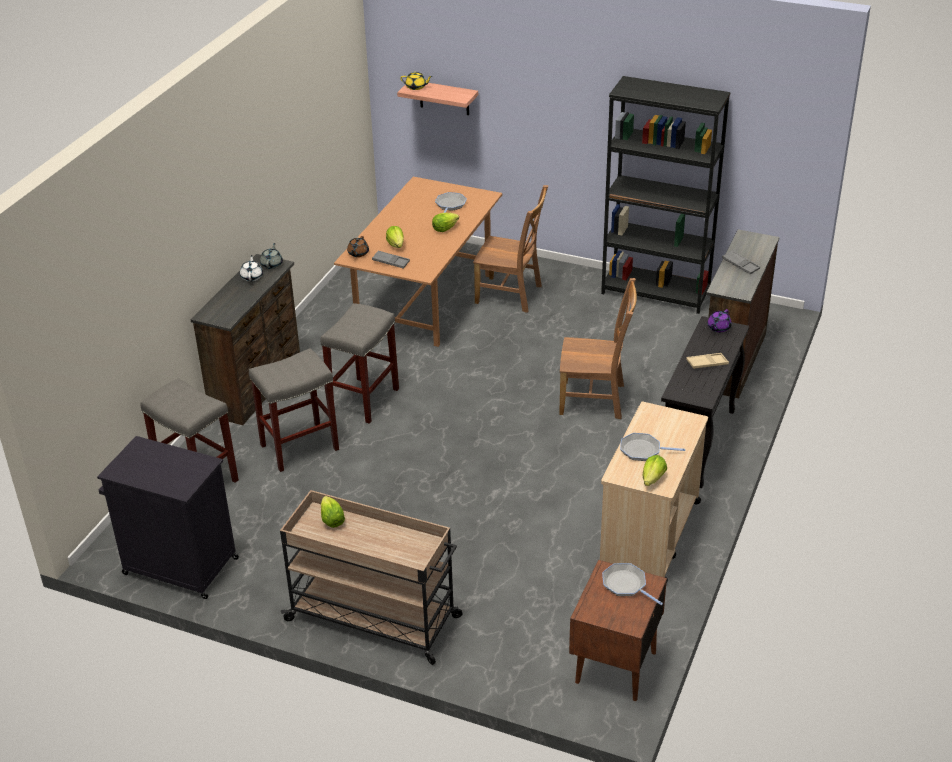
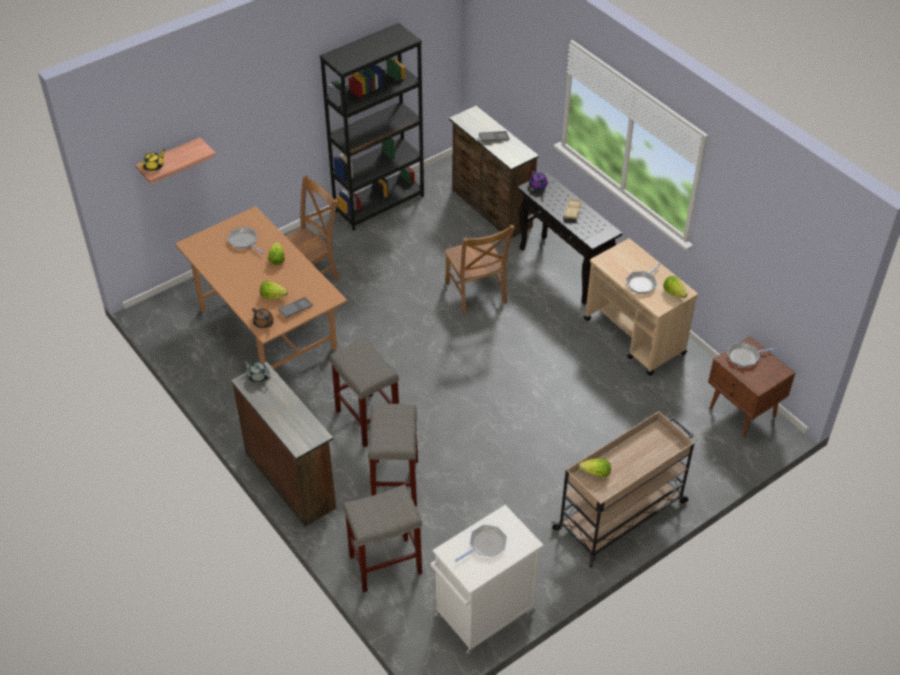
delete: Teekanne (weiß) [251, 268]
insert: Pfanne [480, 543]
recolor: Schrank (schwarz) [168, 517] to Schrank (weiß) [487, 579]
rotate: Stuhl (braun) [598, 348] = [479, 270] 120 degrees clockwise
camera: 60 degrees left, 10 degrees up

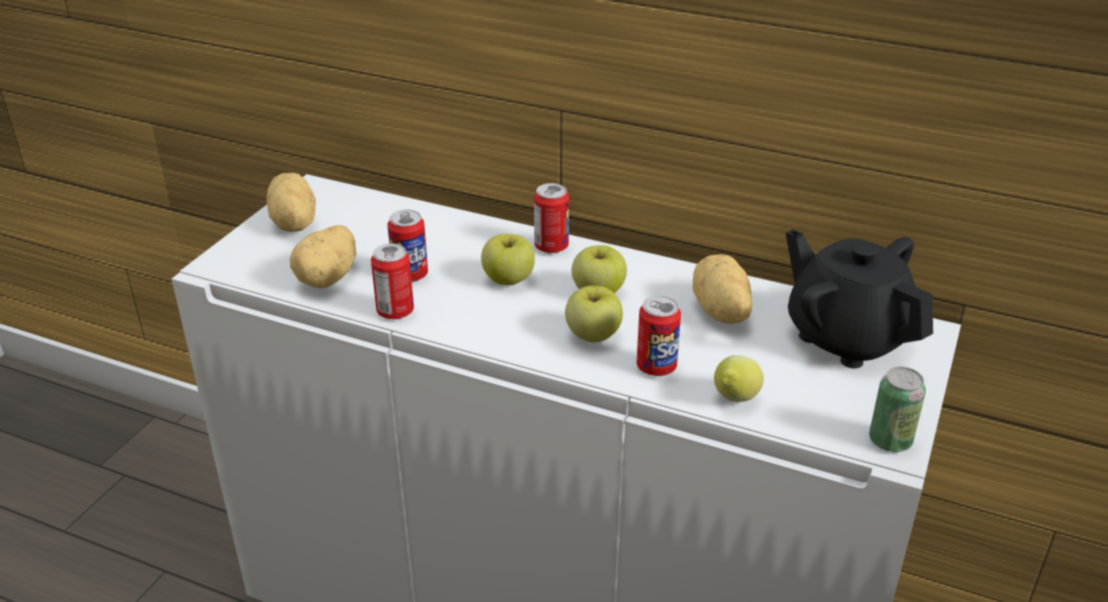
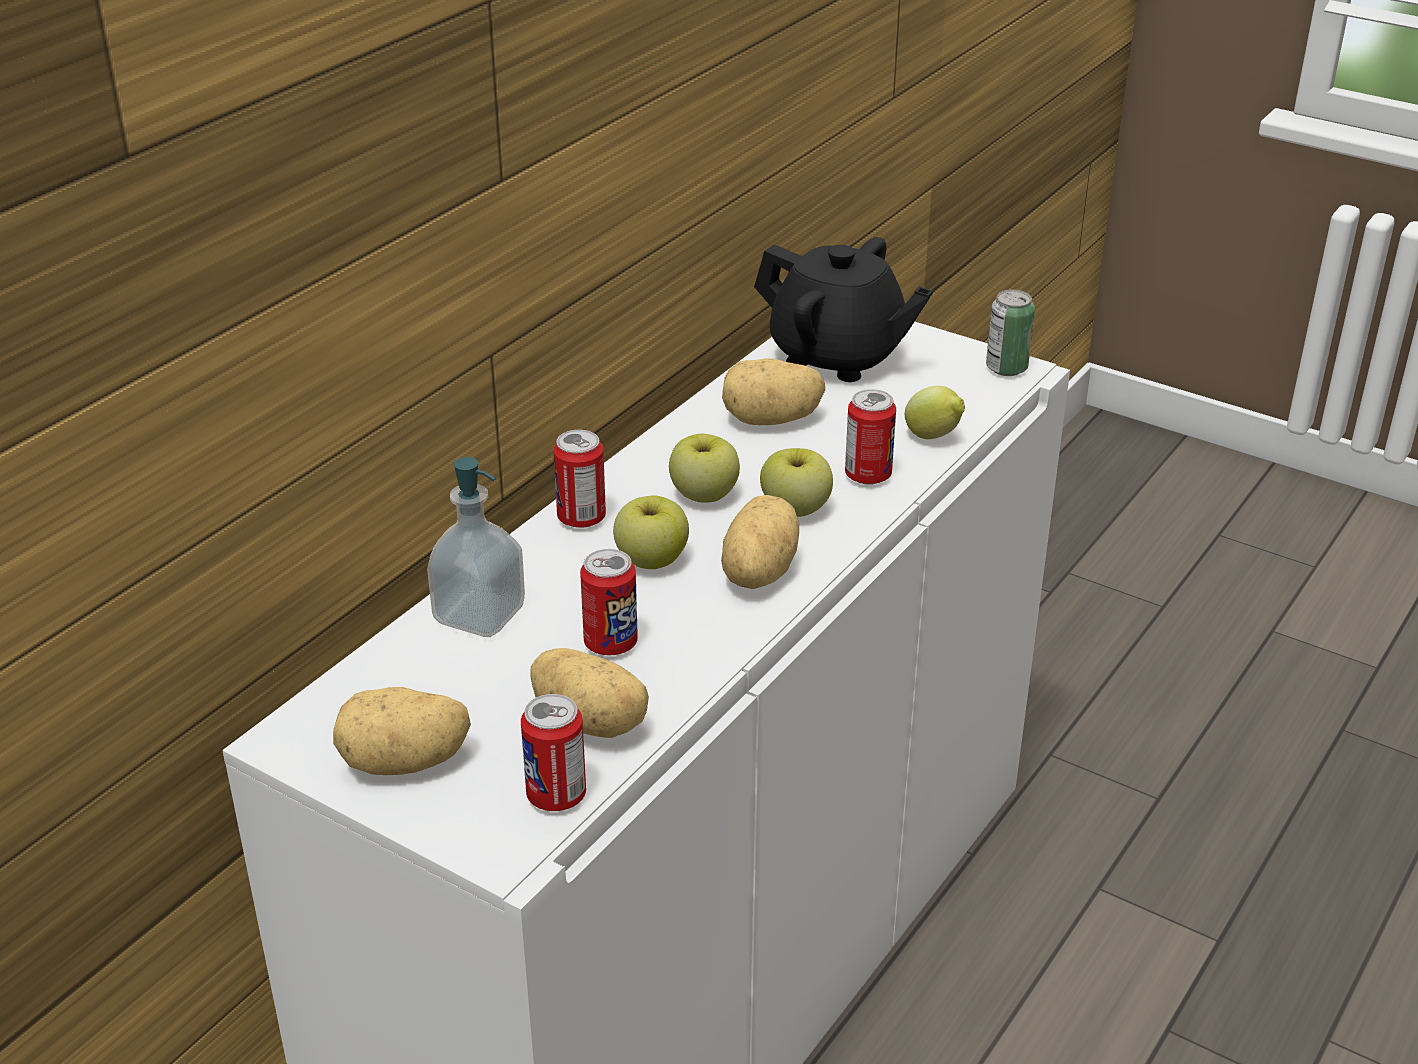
insert: Seifenspender [476, 547]; Kartoffel [760, 542]
move: Dose [392, 281] to [553, 752]
rotate: Teekanne (schwarz) [859, 298] = [843, 309] 120 degrees counterclockwise
camera: 80 degrees left, 0 degrees up

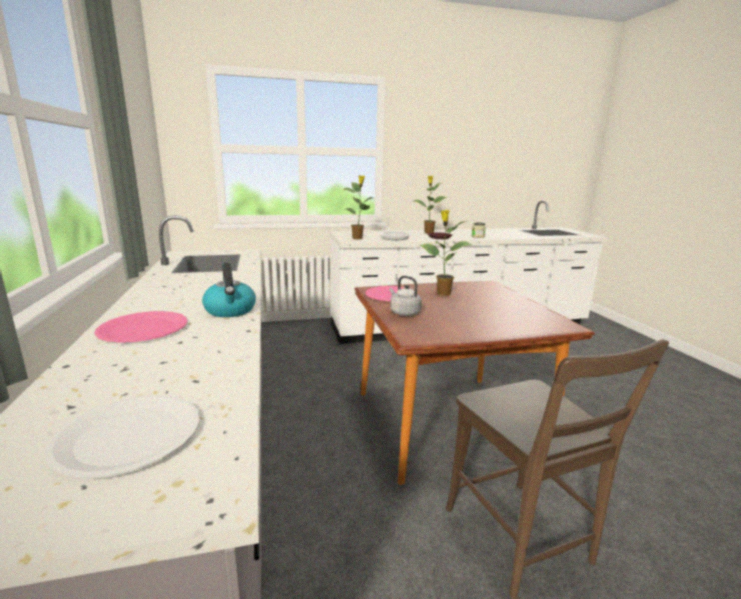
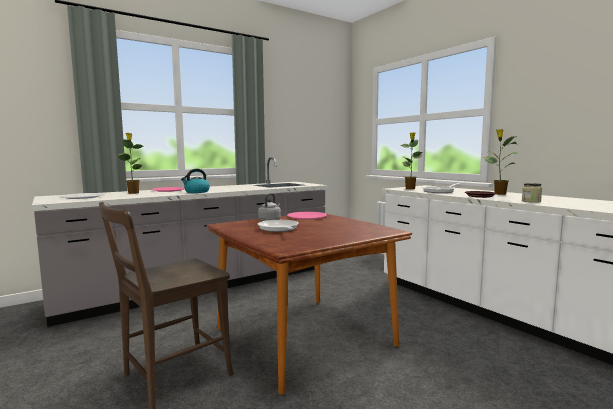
insert: Pfanne [278, 226]
move: Topfpflanze [446, 253] to [131, 163]
camera: 70 degrees right, 10 degrees down

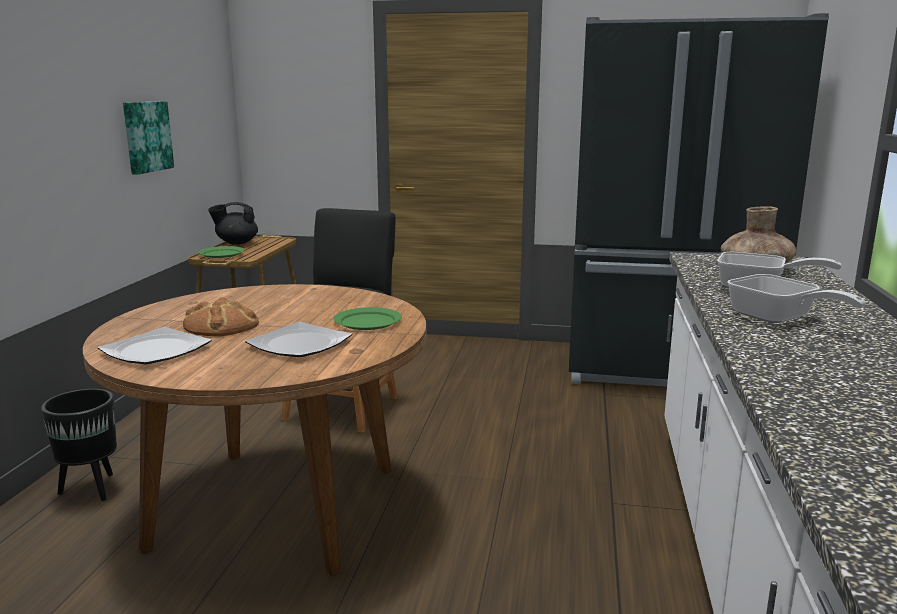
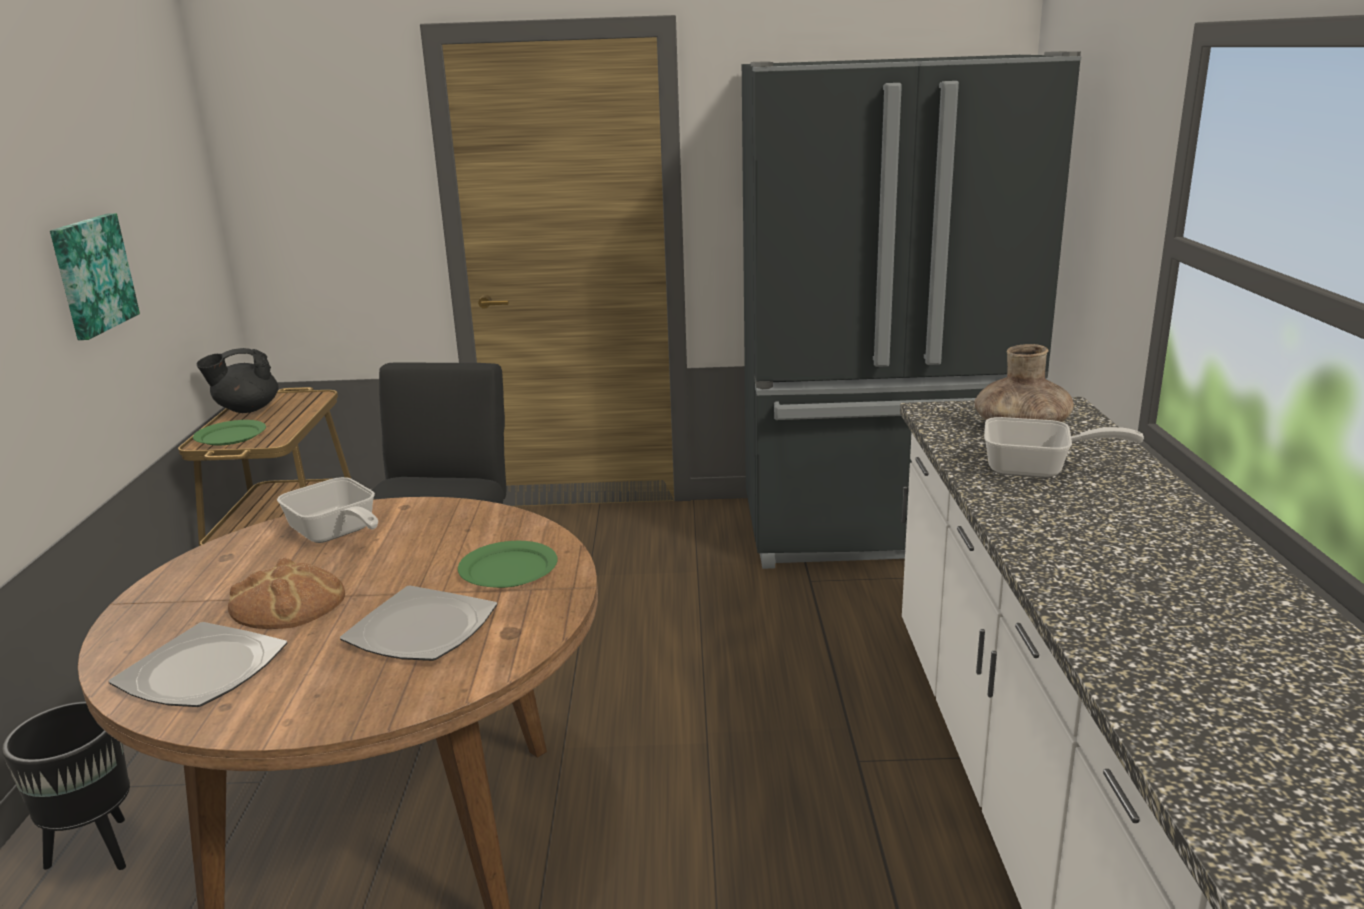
move: Pfanne [796, 298] to [327, 510]
camera: 10 degrees left, 5 degrees up

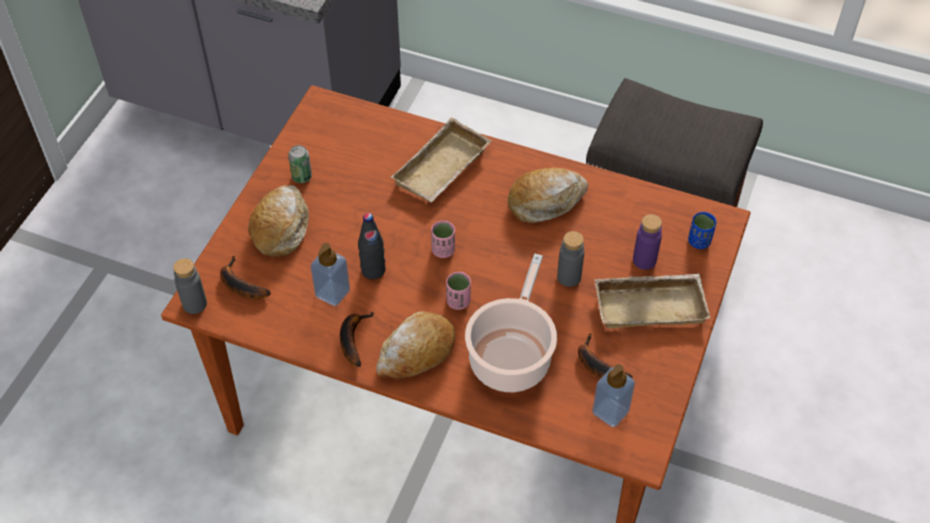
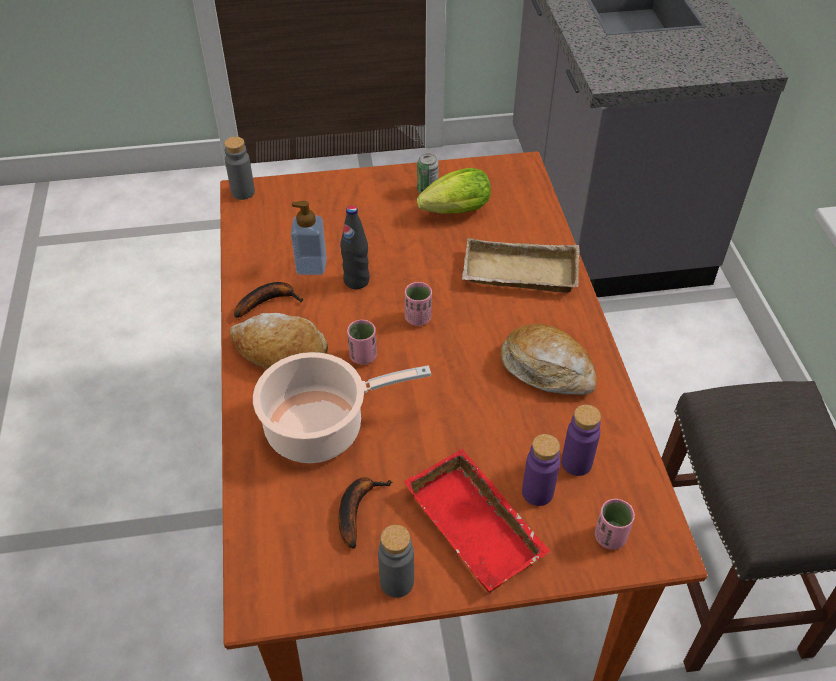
delete: Banane [245, 277]; Brot [278, 221]; Seifenspender [613, 395]
insert: Salatkopf [454, 191]; Flasche (lila) [581, 440]
move: Flasche (grau) [570, 259] to [396, 561]
recolor: Tablett (beige) [652, 301] to Tablett (rot) [477, 521]; Tasse (blau) [702, 230] to Tasse (rosa) [615, 524]
camera: 60 degrees right, 5 degrees down

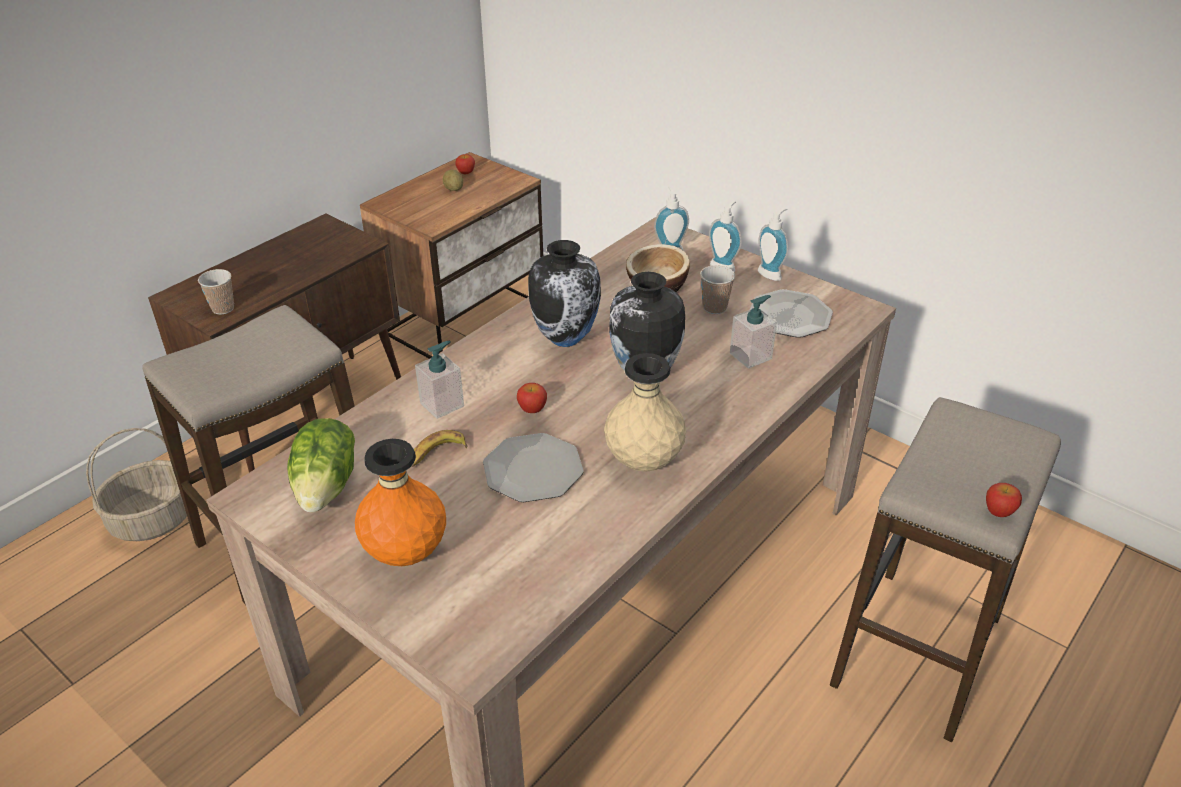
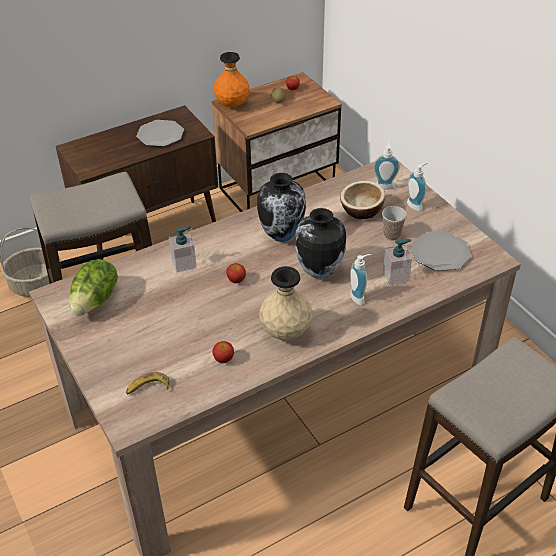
delete: Tasse [216, 292]
move: Banane [439, 448] to [148, 383]; Teller [533, 467] to [160, 133]; Vase (orange) [400, 502] to [231, 79]; Apfel [1004, 500] to [223, 352]; Seifenspender [773, 244] to [360, 279]
camera: 20 degrees right, 5 degrees up

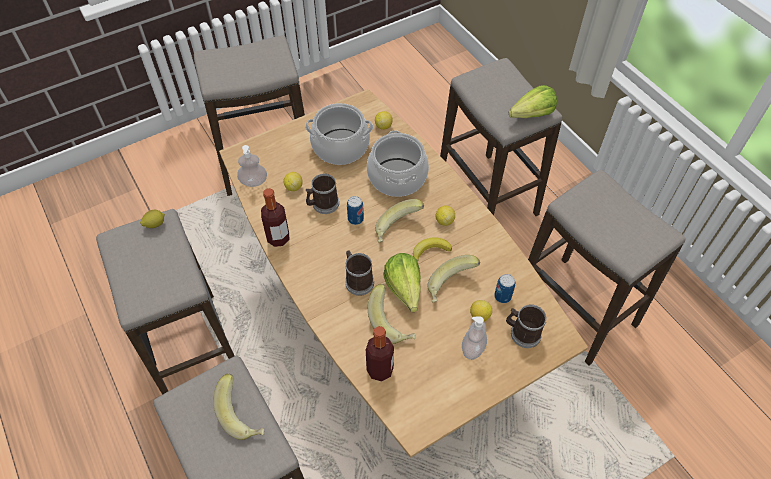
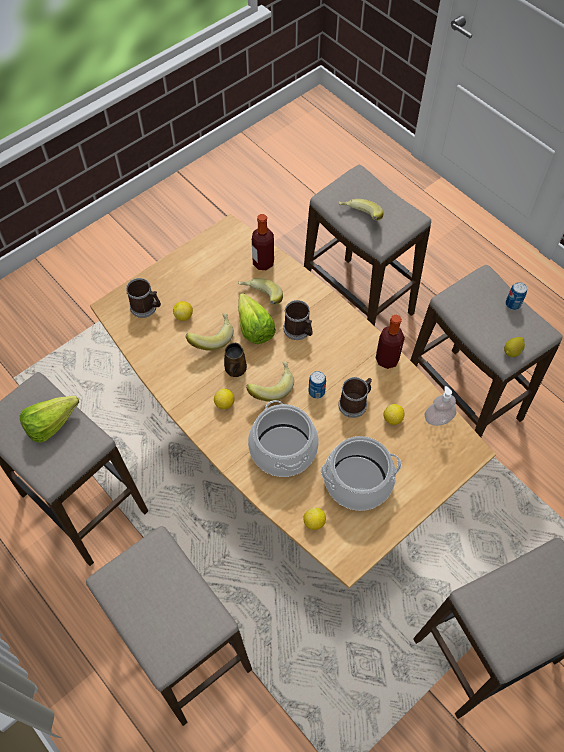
delete: Seifenspender [474, 338]
move: Salatkopf [533, 101] to [49, 419]; Dose [504, 288] to [516, 296]
replace: Banane [432, 249] to Henkelbecher (braun) [235, 360]
camera: 170 degrees right, 5 degrees up

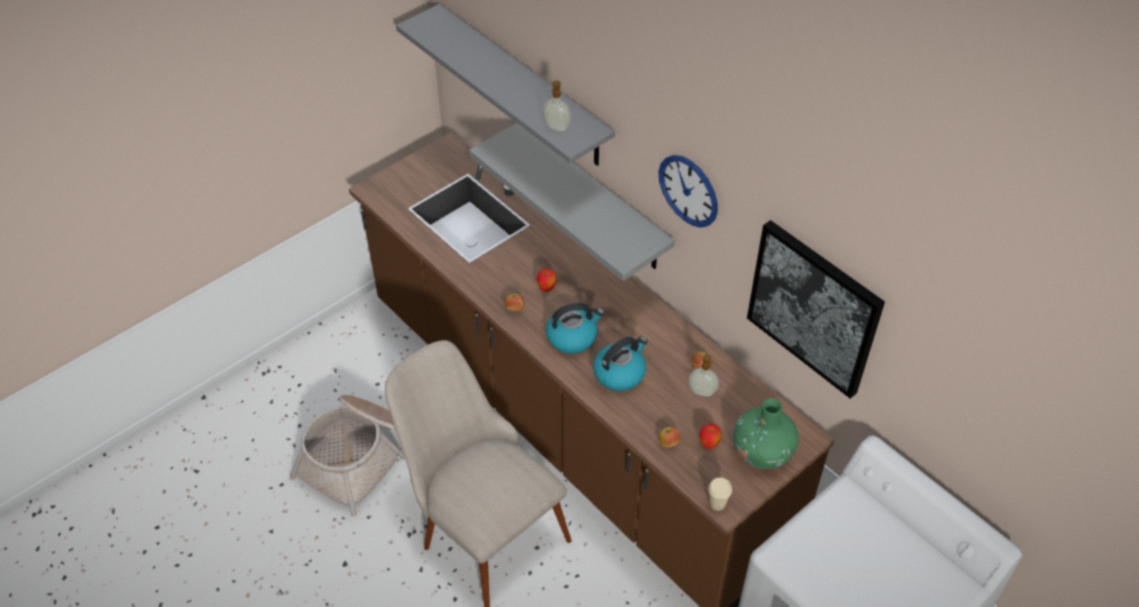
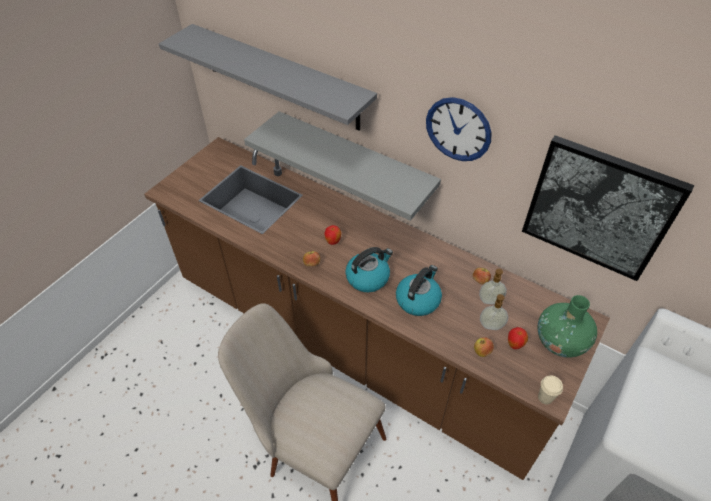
delete: Korb [347, 456]
move: Seifenspender [557, 105] to [494, 312]
camera: 15 degrees left, 0 degrees up

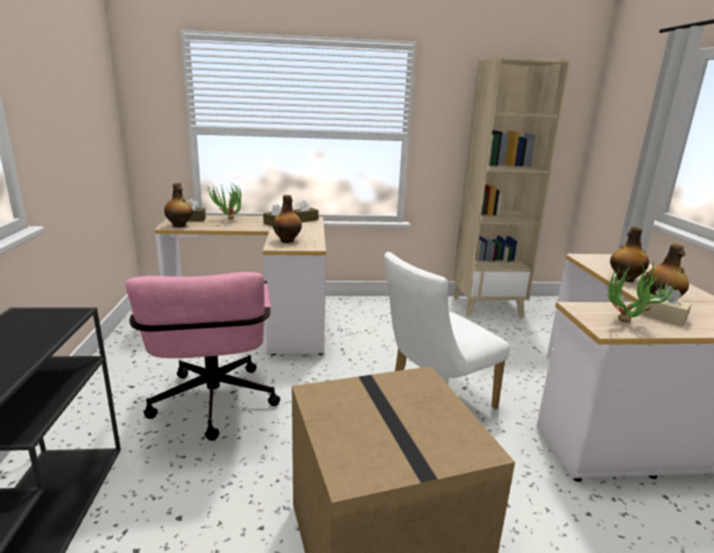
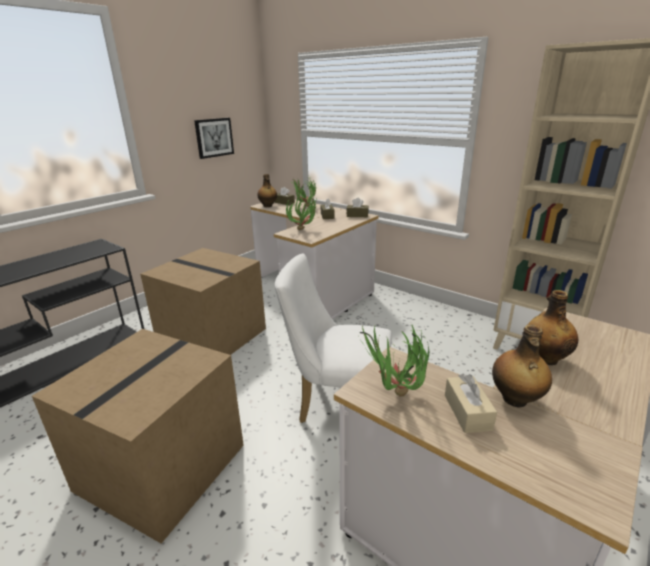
insert: Bild [214, 138]
replace: Bürostuhl (rosa) [202, 356] to Karton [203, 301]; Flasche [287, 219] to Topfpflanze [301, 211]
camera: 45 degrees right, 5 degrees up

